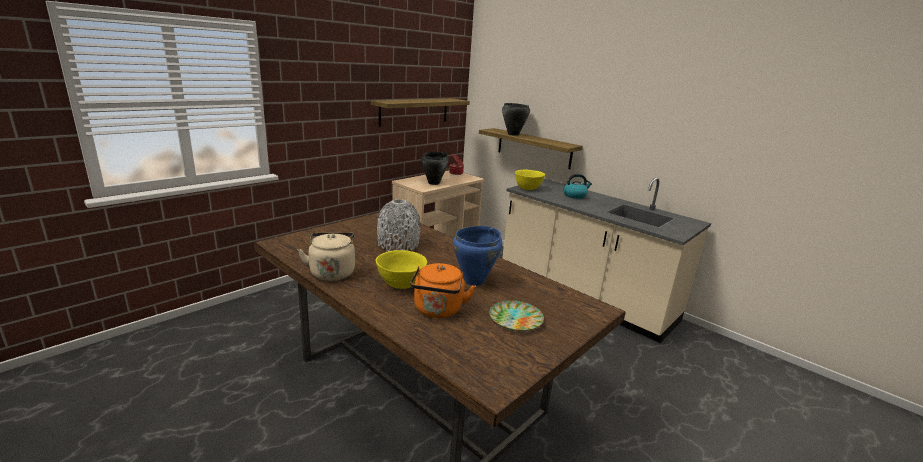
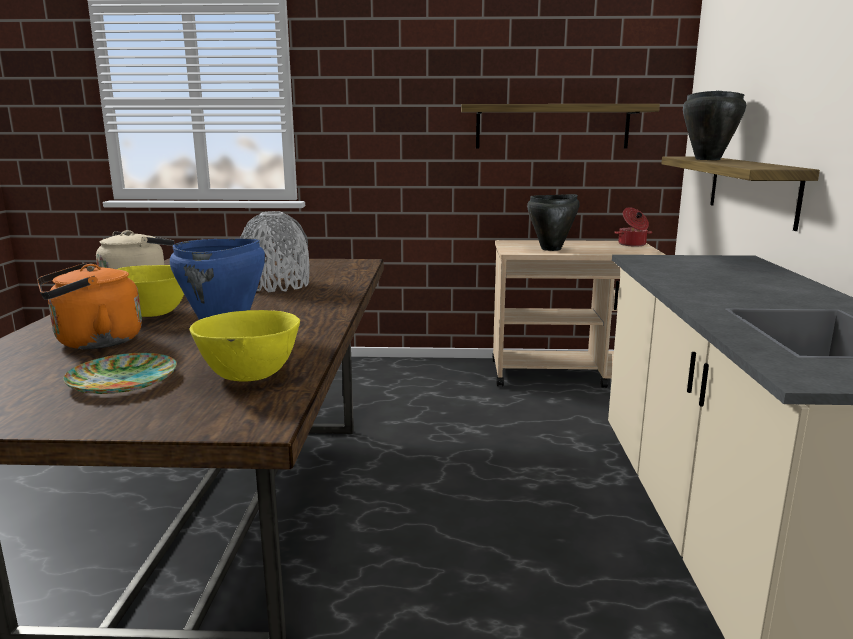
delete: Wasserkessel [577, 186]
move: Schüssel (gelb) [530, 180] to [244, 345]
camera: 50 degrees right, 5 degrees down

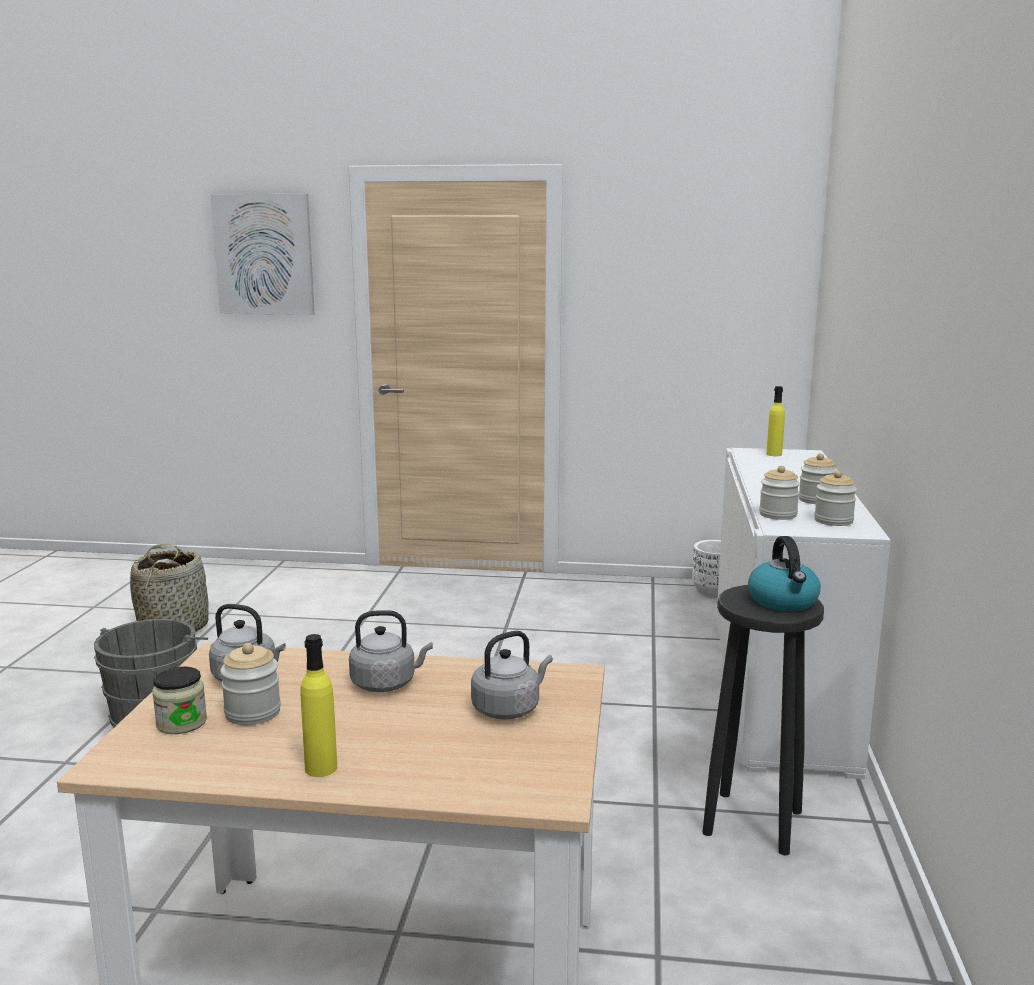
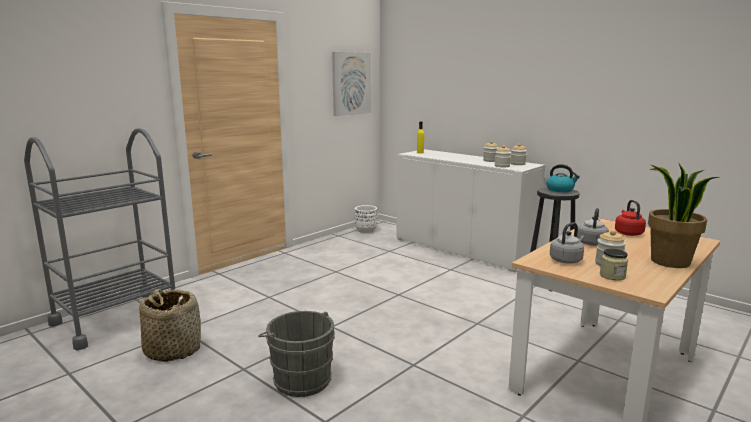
insert: Rollwagen (grau) [99, 239]
move: Bild [263, 254] to [351, 84]
replace: Flasche (gelb) [318, 705] to Topfpflanze [683, 216]
recolor: Wasserkessel (grau) [512, 675] to Wasserkessel (rot) [630, 218]
camera: 55 degrees left, 0 degrees up

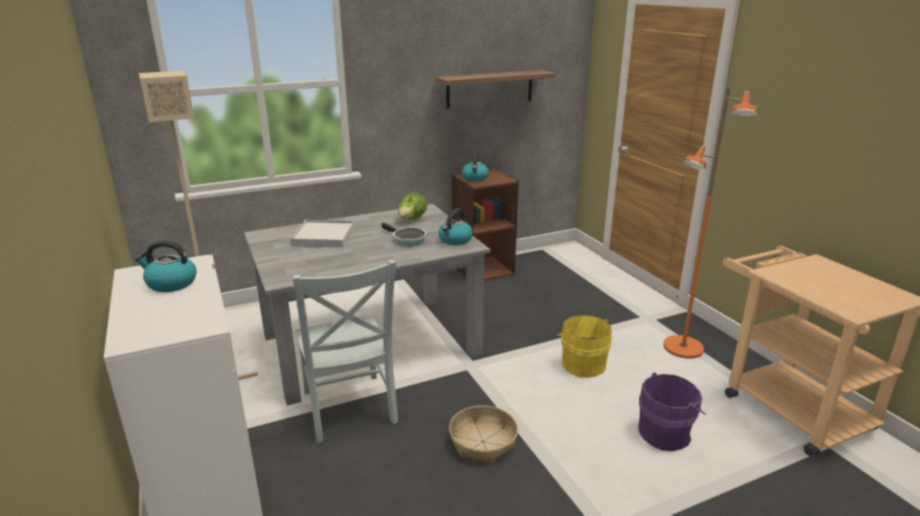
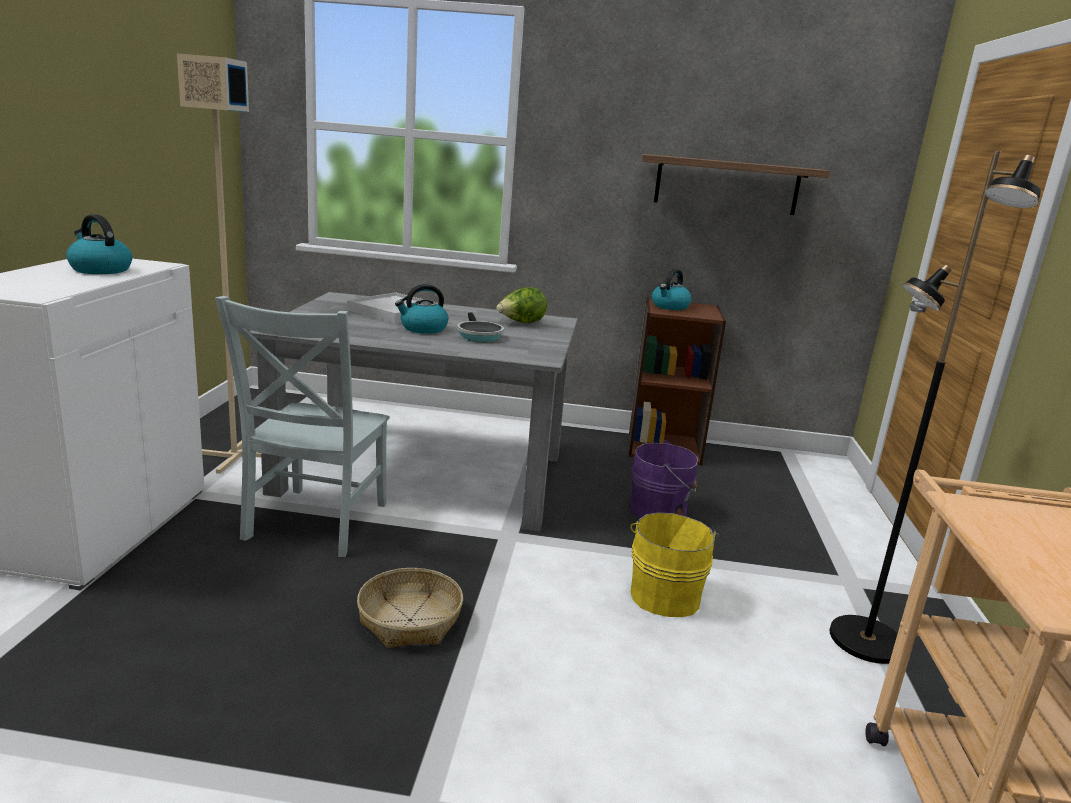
move: Wasserkessel [456, 227] to [421, 309]; Eimer (lila) [672, 411] to [664, 479]
recolor: Stehlampe (orange) [710, 223] to Stehlampe (schwarz) [935, 407]
camera: 30 degrees right, 5 degrees down

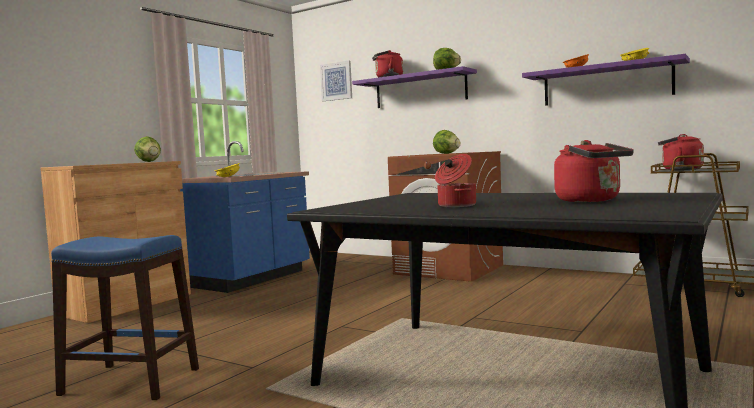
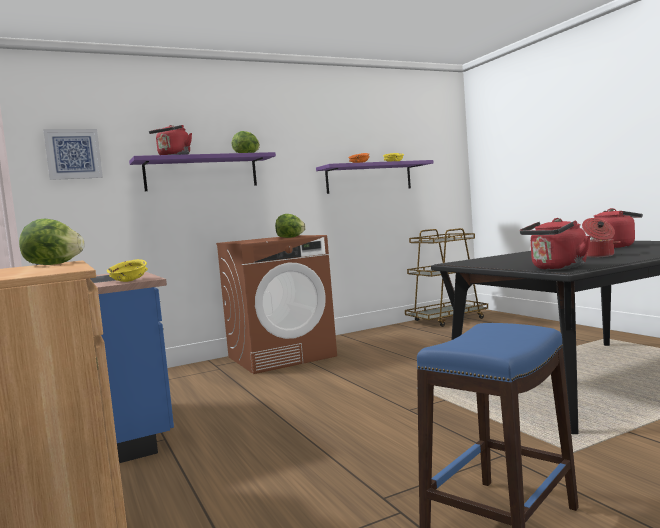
move: Wasserkessel (rot) [681, 152] to [555, 244]
camera: 60 degrees left, 0 degrees up

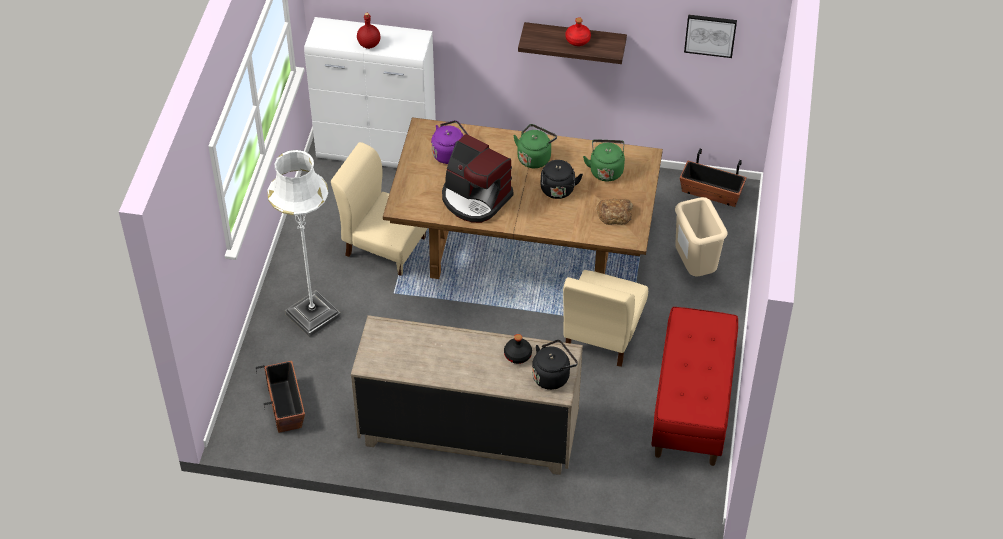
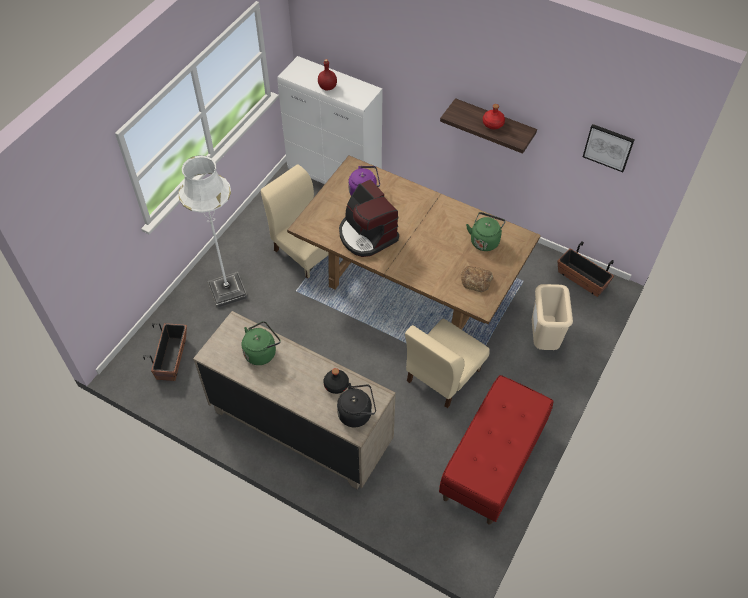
delete: Wasserkessel (schwarz) [562, 179]
move: Wasserkessel (grün) [535, 146] to [261, 343]
camera: 20 degrees right, 5 degrees up

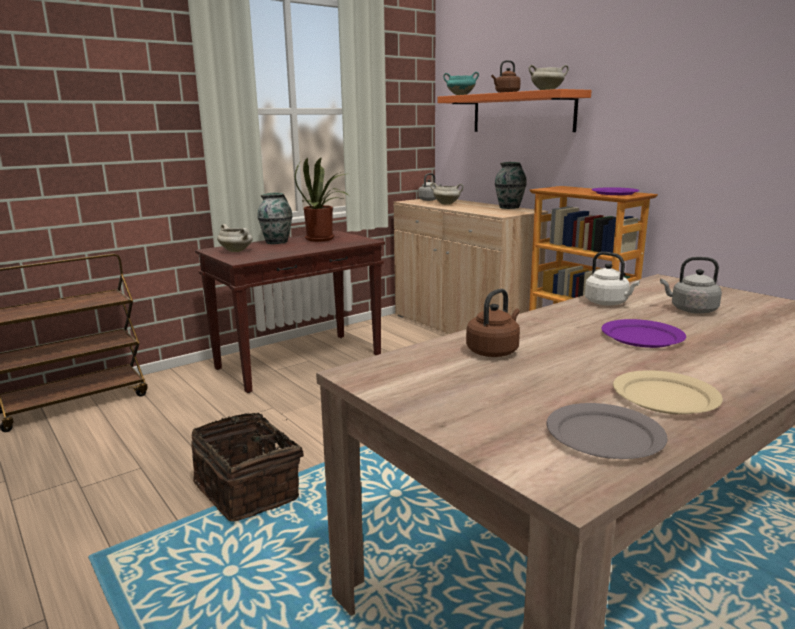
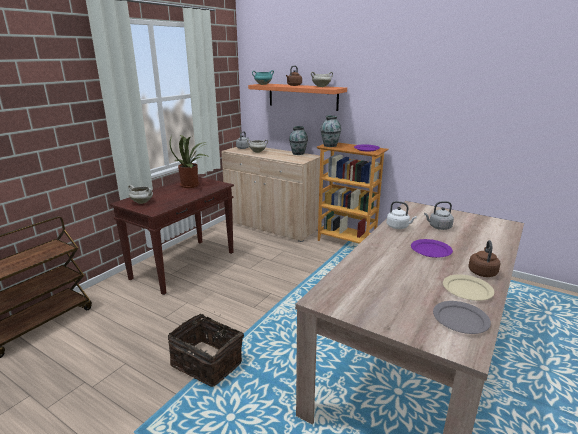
move: Vase [275, 218] to [330, 131]; Wasserkessel (braun) [493, 323] to [484, 258]
camera: 20 degrees left, 5 degrees up

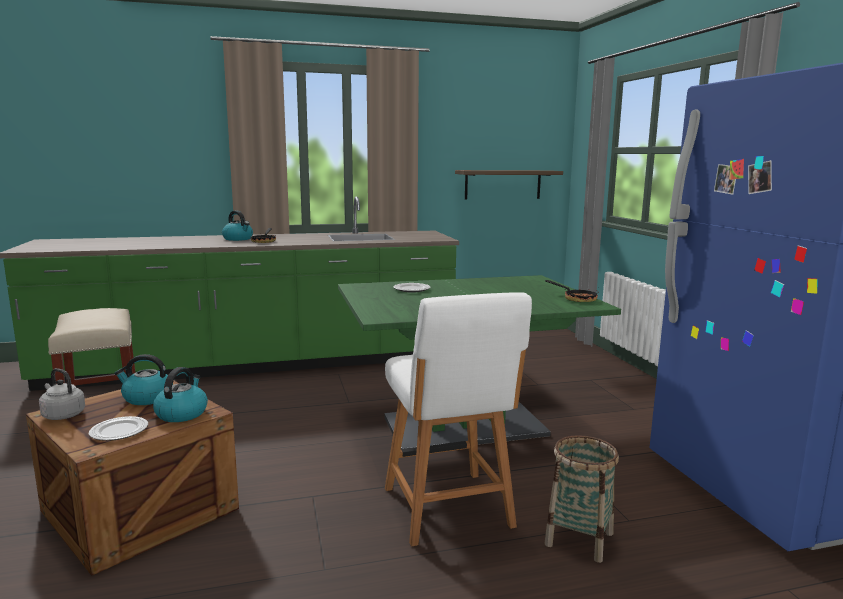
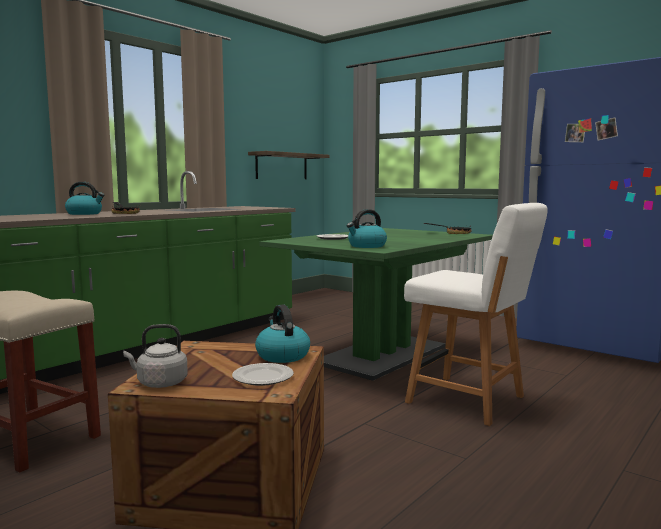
delete: Korb [582, 499]
move: Wasserkessel [143, 379] to [367, 228]
camera: 35 degrees left, 5 degrees down

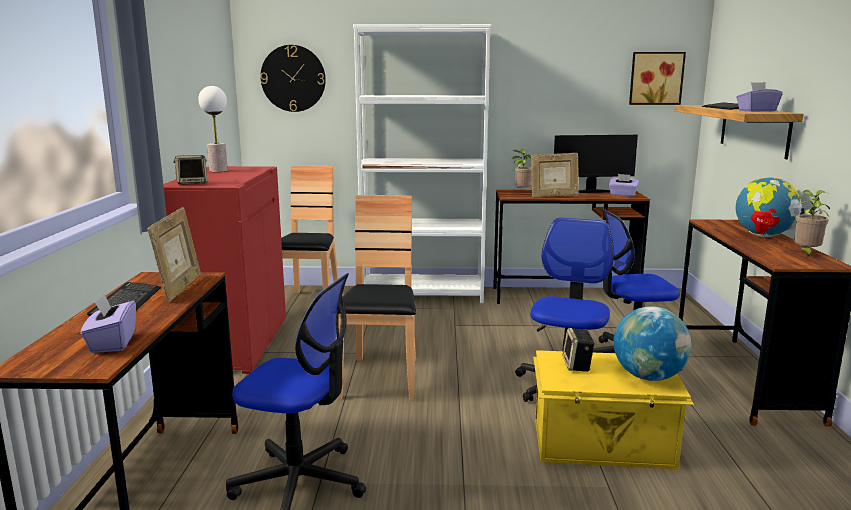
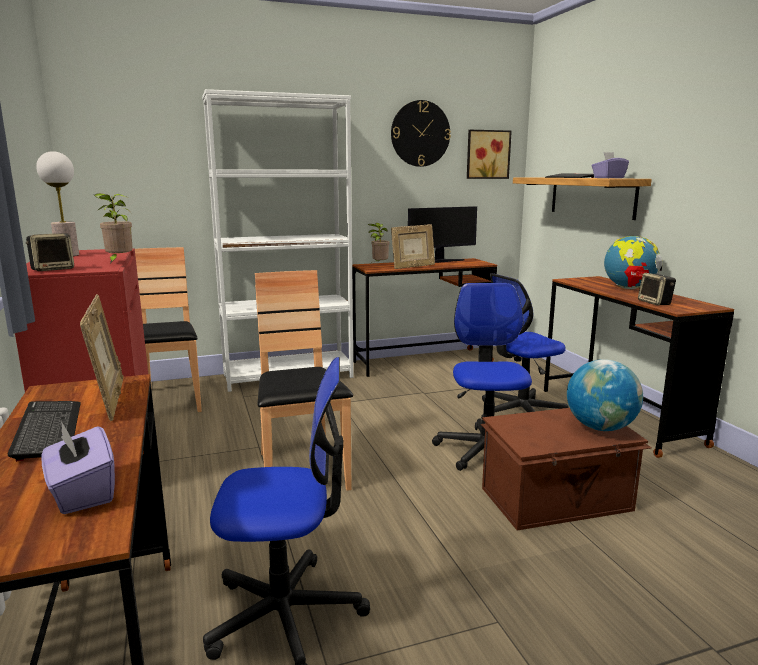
delete: Taschentuchbox (lila) [624, 185]
move: Topfpflanze [812, 224] to [113, 228]; Wanduhr [293, 78] to [421, 133]; Lautsprecher [579, 350] to [657, 289]
recolor: Aufbewahrungsbox (gelb) [613, 409] to Aufbewahrungsbox (braun) [566, 469]
camera: 20 degrees left, 0 degrees up

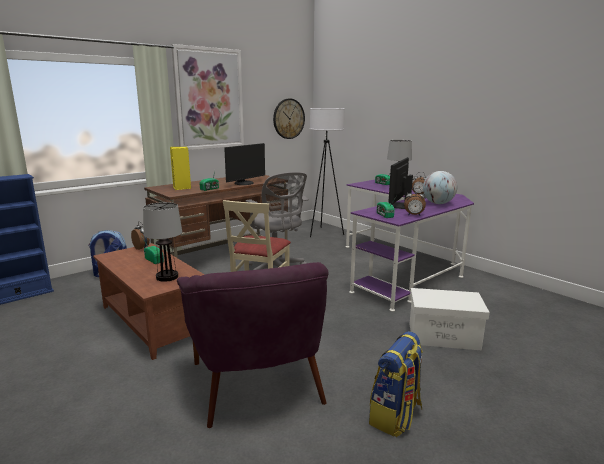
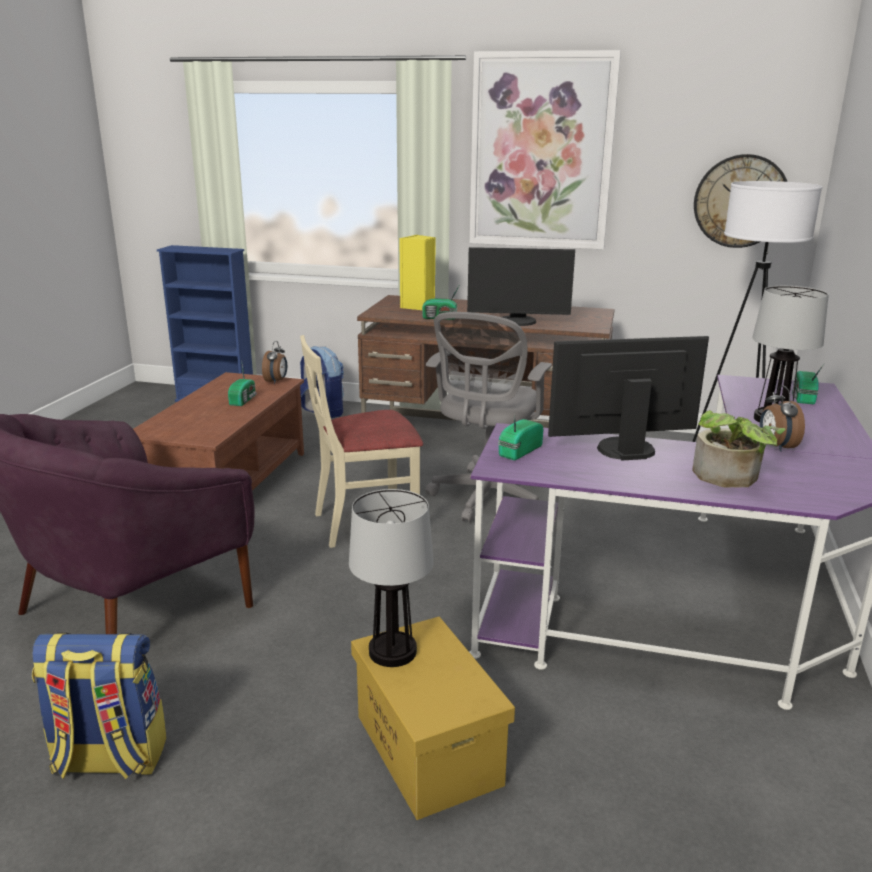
delete: Wecker [415, 201]
move: Tischlampe [162, 242] to [391, 578]
replace: Globus [440, 187] to Topfpflanze [739, 449]
recolor: Aufbewahrungsbox (weiß) [449, 319] to Aufbewahrungsbox (gelb) [433, 718]
camera: 55 degrees right, 5 degrees up

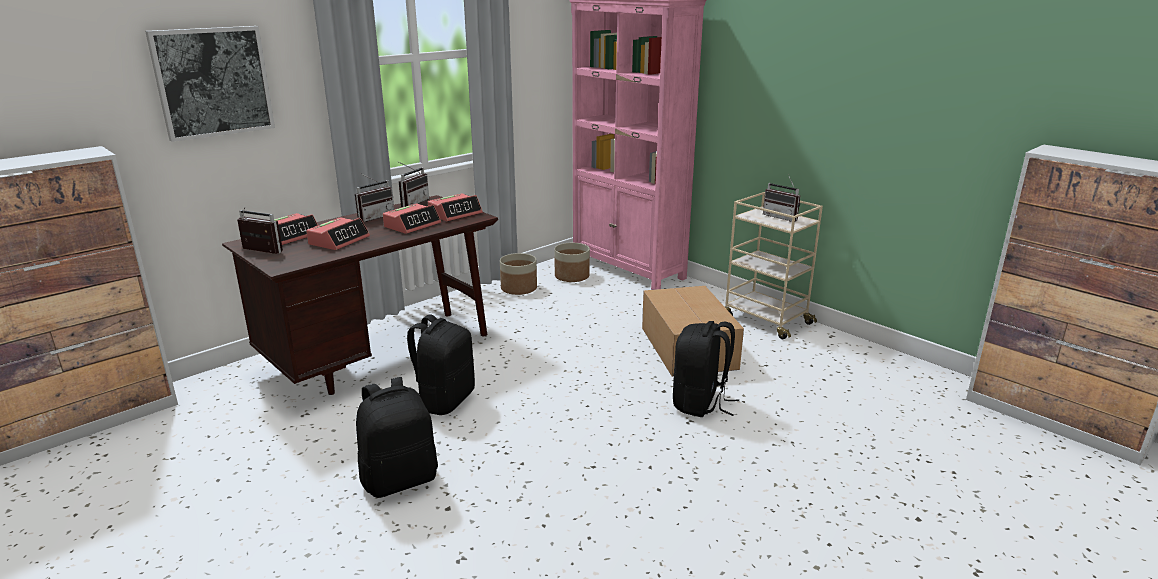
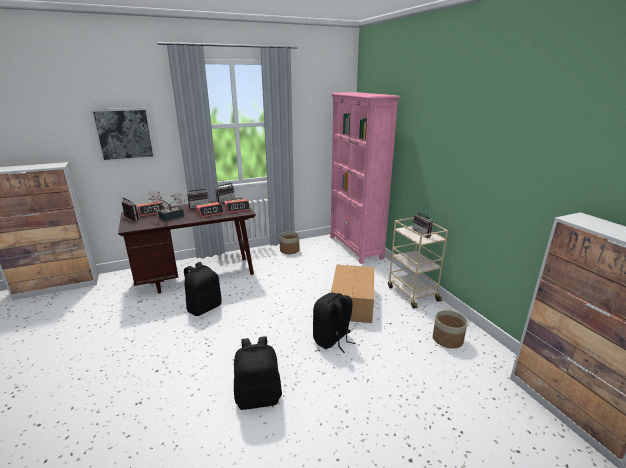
move: Rucksack (schwarz) [397, 437] to [258, 373]; Pflanzkübel [572, 262] to [450, 329]
replace: Wecker [338, 233] to Topfpflanze [167, 206]
camera: 20 degrees right, 0 degrees up

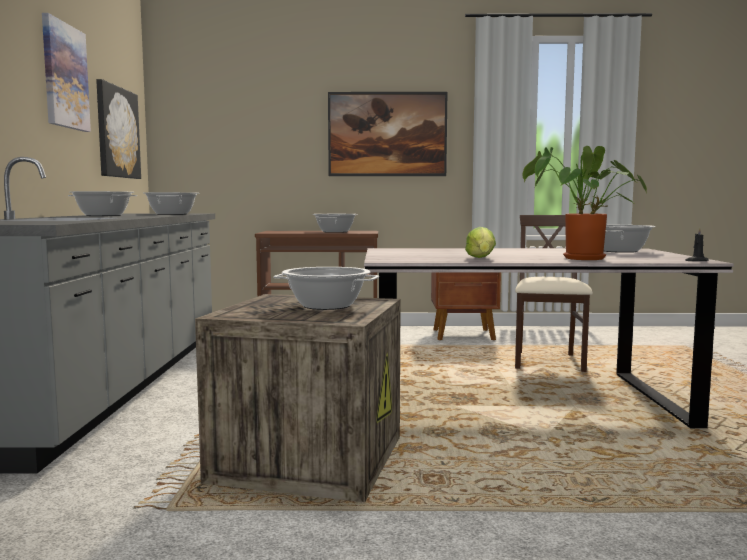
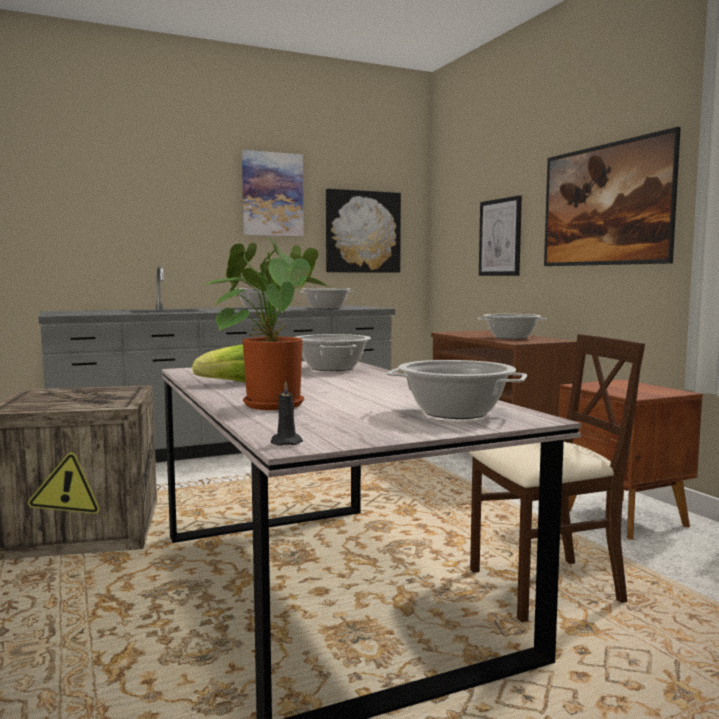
insert: Bild [500, 235]
move: Kochtopf [326, 288] to [333, 352]
camera: 65 degrees right, 0 degrees up

